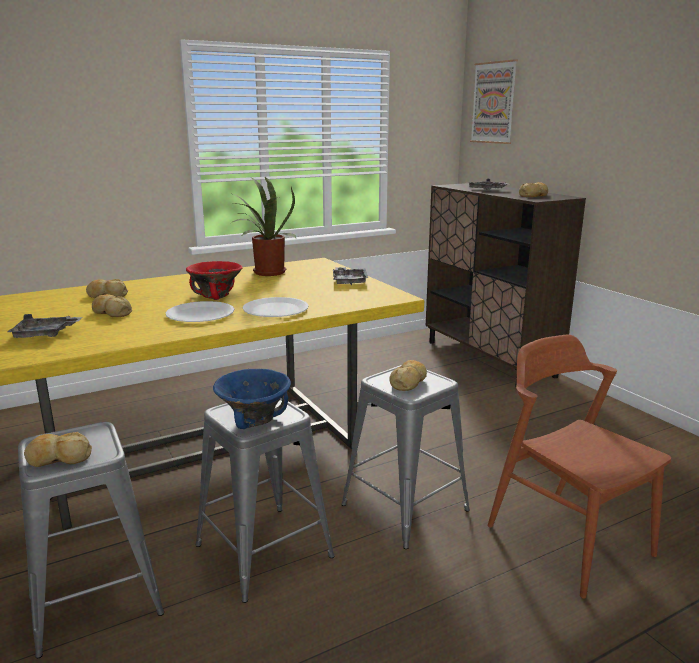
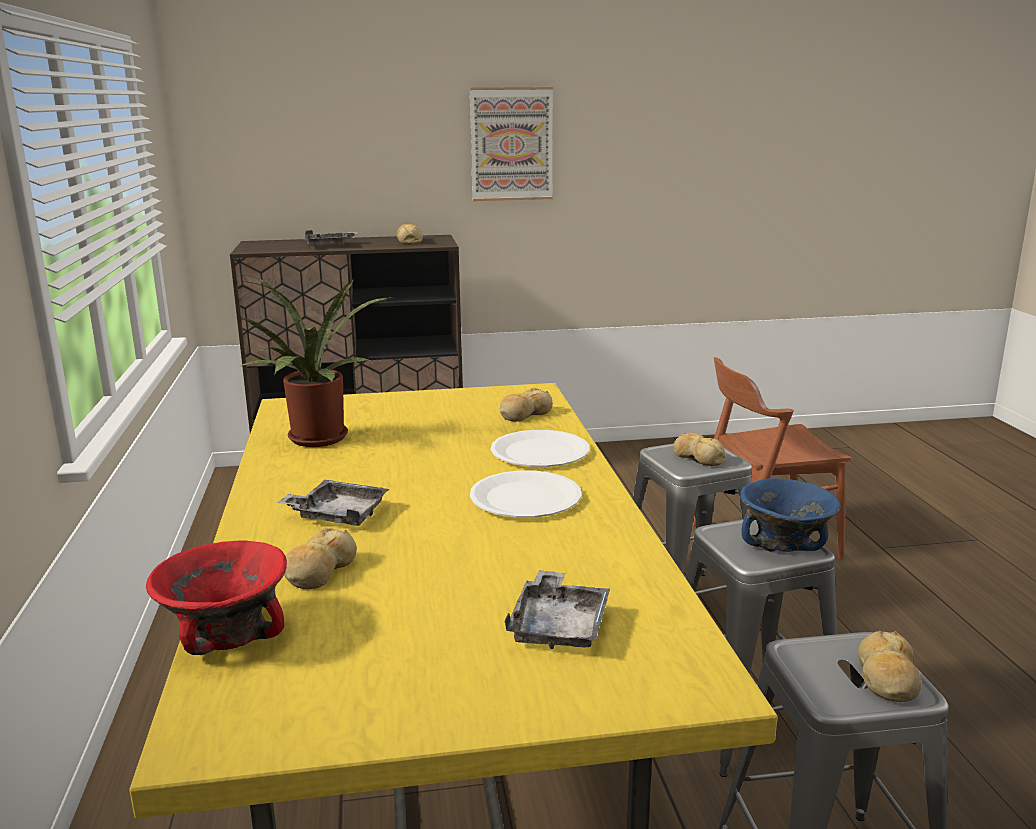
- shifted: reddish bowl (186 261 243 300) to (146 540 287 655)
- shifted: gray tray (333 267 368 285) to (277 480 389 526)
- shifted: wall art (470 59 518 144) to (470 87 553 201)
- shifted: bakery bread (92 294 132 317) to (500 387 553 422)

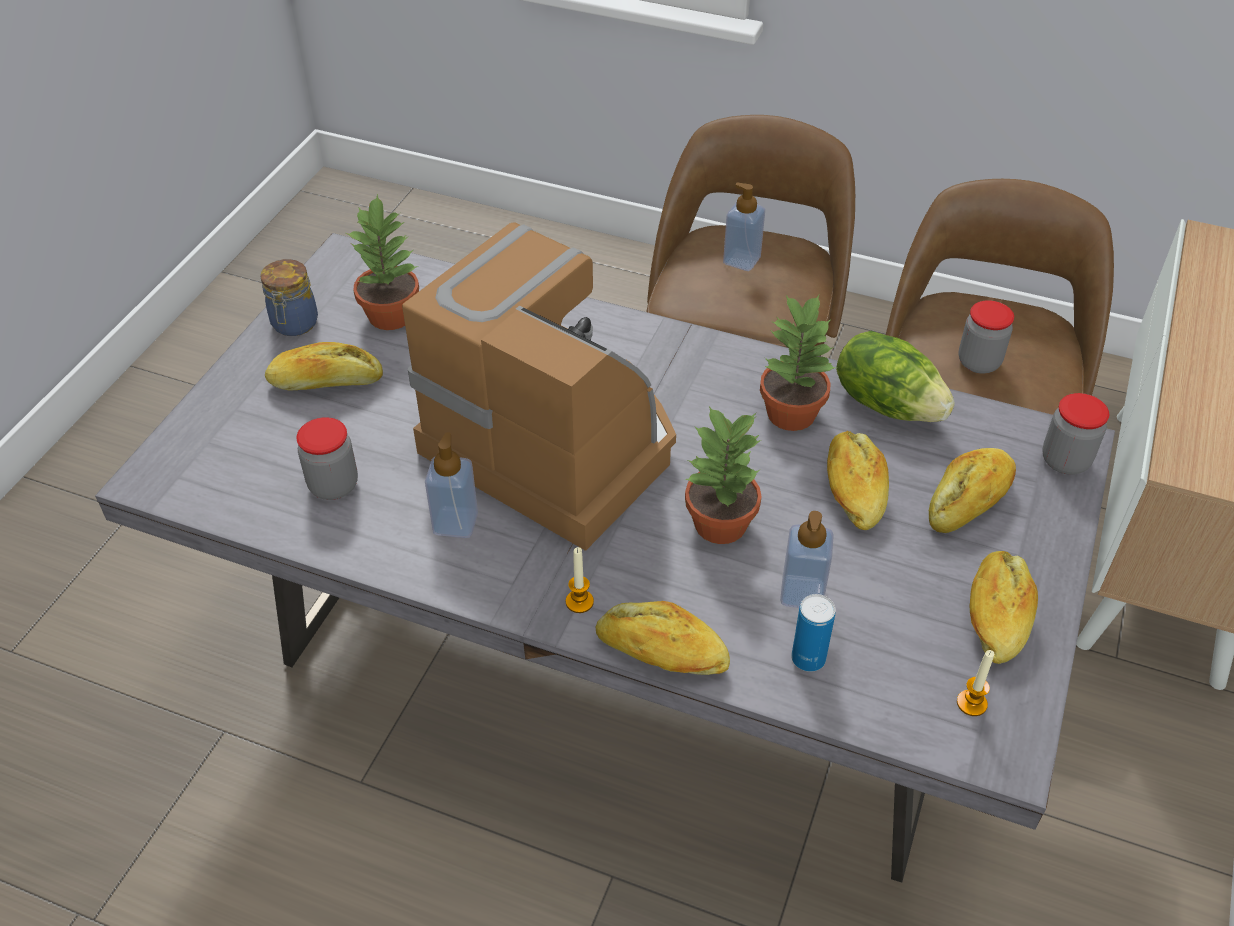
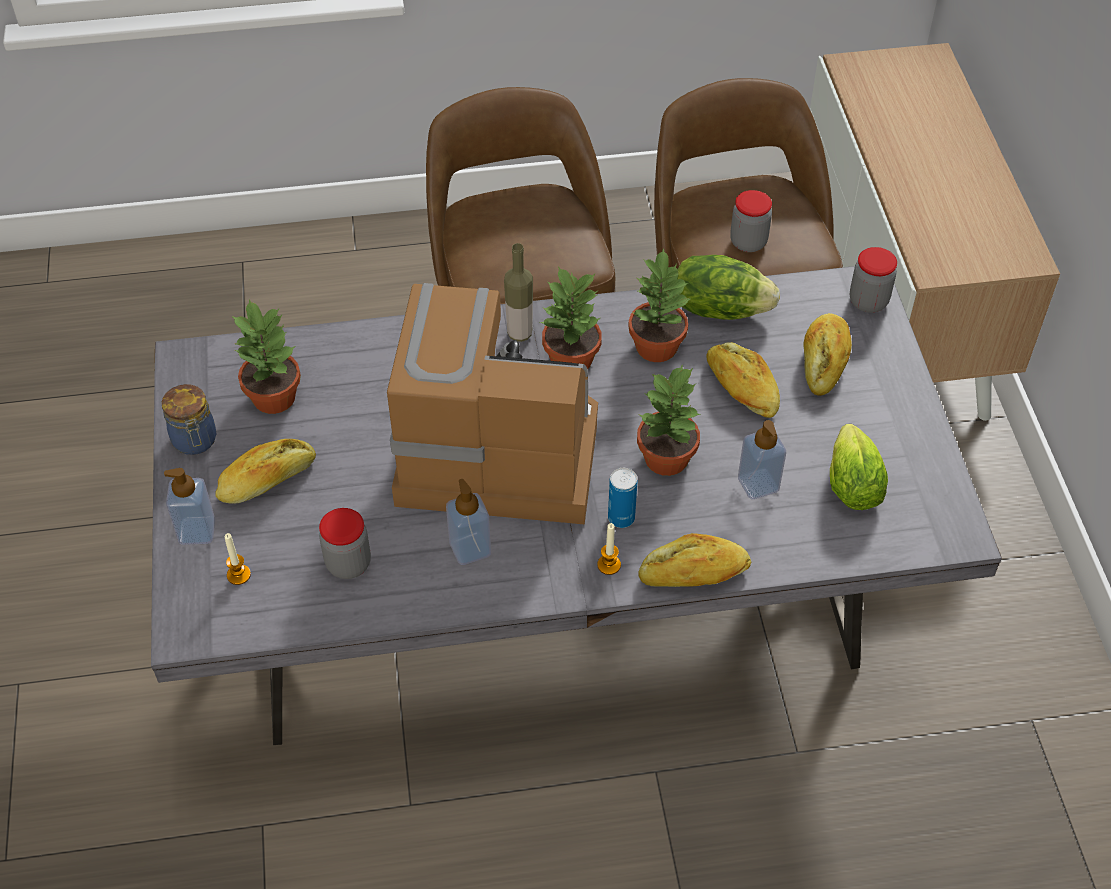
- shifted: soap dispenser (723 182 765 271) to (164 468 215 545)
- shifted: wax light (957 650 994 716) to (225 533 251 585)
- new: drink bottle (504 243 533 342)
- new: potted plant (540 266 602 370)
- shifted: can (791 594 836 672) to (608 468 637 528)
- new: head of lettuce (830 424 888 510)
- gone: bakery bread (969 551 1038 664)

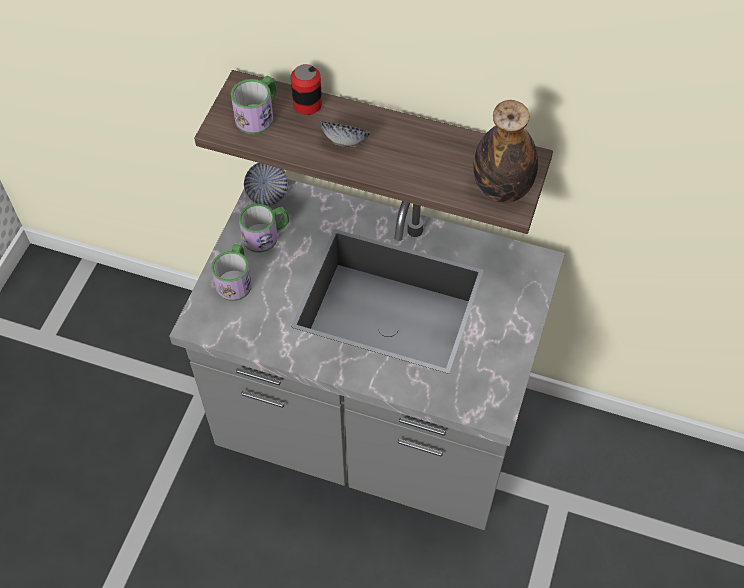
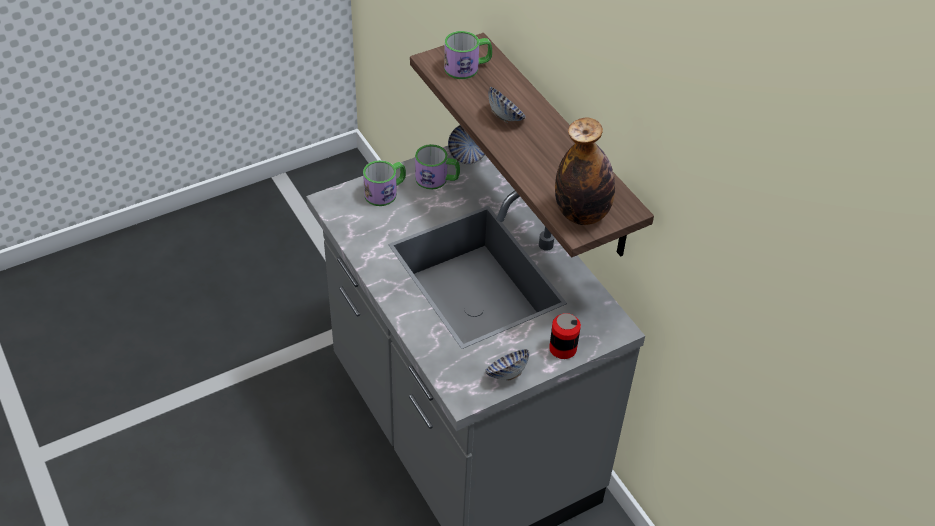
- new: bowl (485 349 529 381)
- shifted: can (291 64 322 115) to (549 313 581 359)

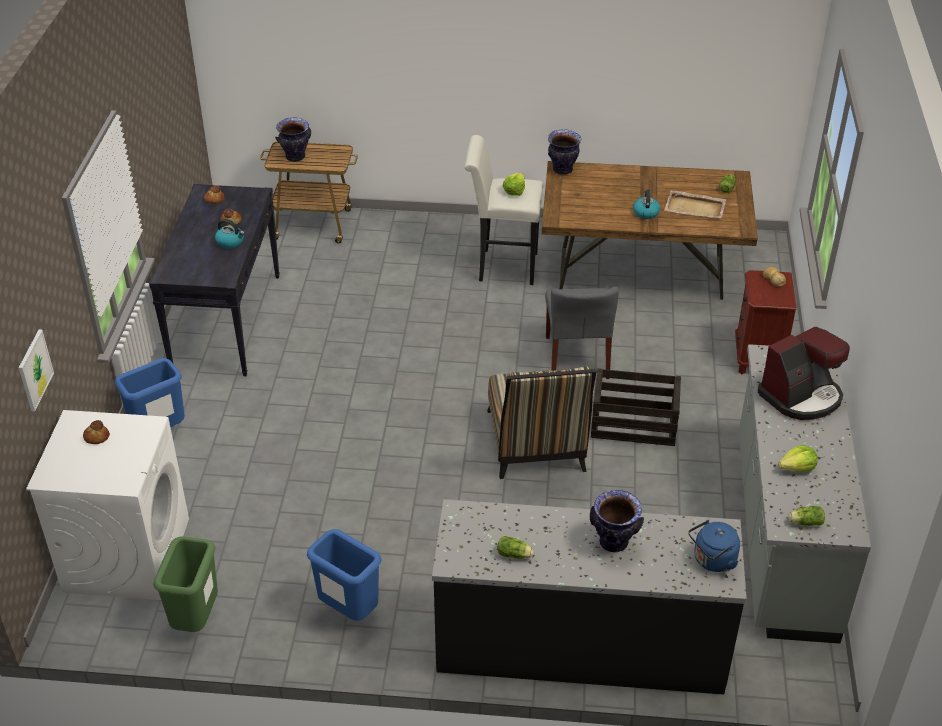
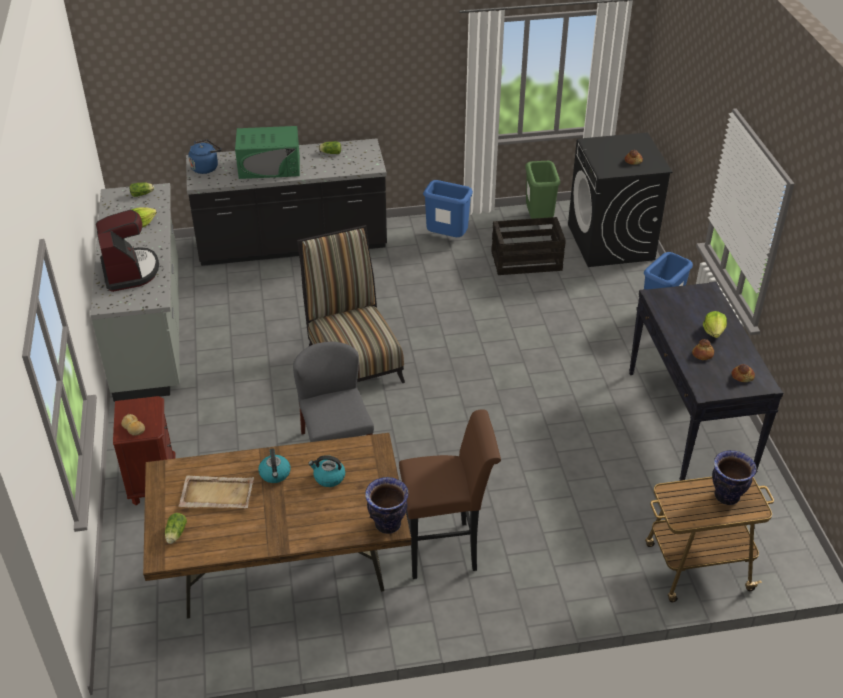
- rotated: coffee machine (758 327 850 420) = (96 210 159 292) 120 degrees clockwise
- swapped: vase (590 490 644 552) to green-coloured microwave (235 126 300 179)
- shifted: kettle (215 219 245 249) to (308 455 345 487)
- repainted: white stool (465 135 543 285) to brown-coloured stool (399 409 501 579)
- shifted: packing crate (591 368 681 446) to (491 217 566 275)
- repainted: white laundry machine (26 410 189 600) to blackish laundry machine (568 132 673 267)
- shifted: head of lettuce (503 173 525 196) to (703 311 727 338)
- gone: wall art (19 330 54 411)

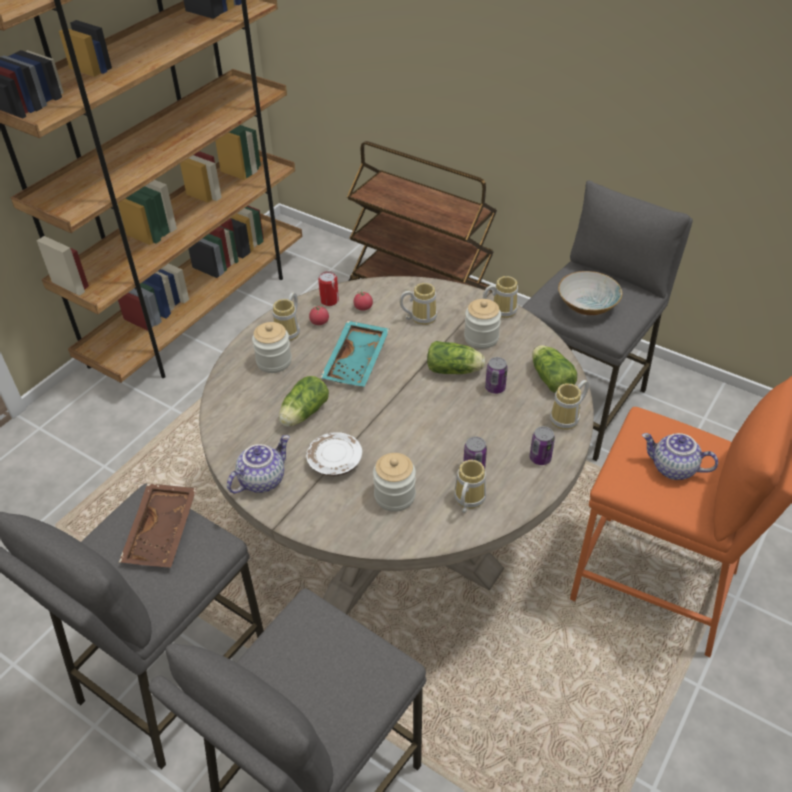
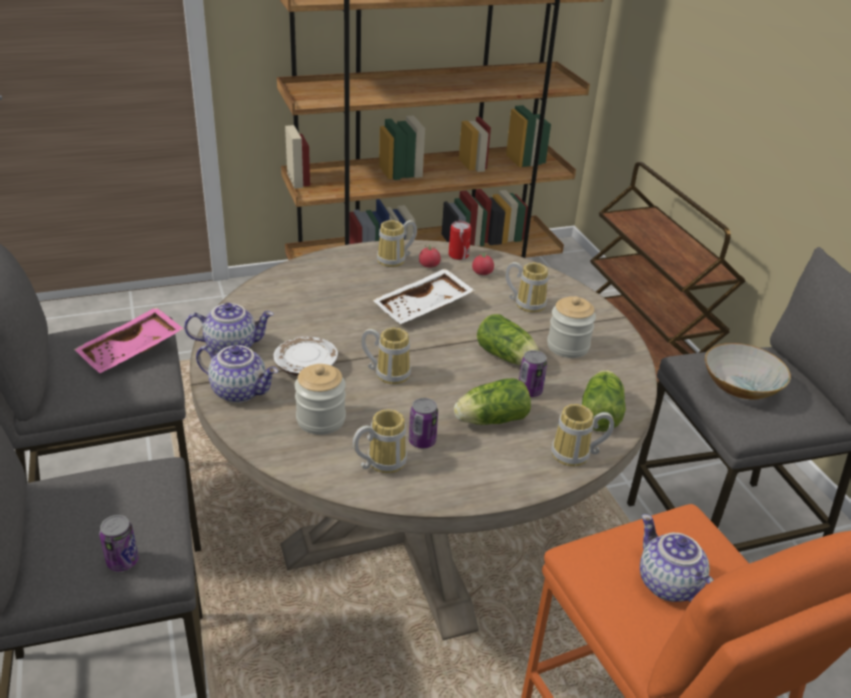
- repainted: brown-coloured tray (119 483 197 568) to pink-coloured tray (74 307 183 373)
- shifted: can (530 426 555 465) to (99 515 139 571)
- new: tea pot (196 345 278 403)
- shifted: tea mug (483 276 518 318) to (361 328 411 384)
- repainted: turquoise tray (320 321 389 387) to white tray (372 269 475 324)
- shifted: head of lettuce (279 376 329 427) to (454 378 531 425)
- gone: preserve jar (252 322 292 373)

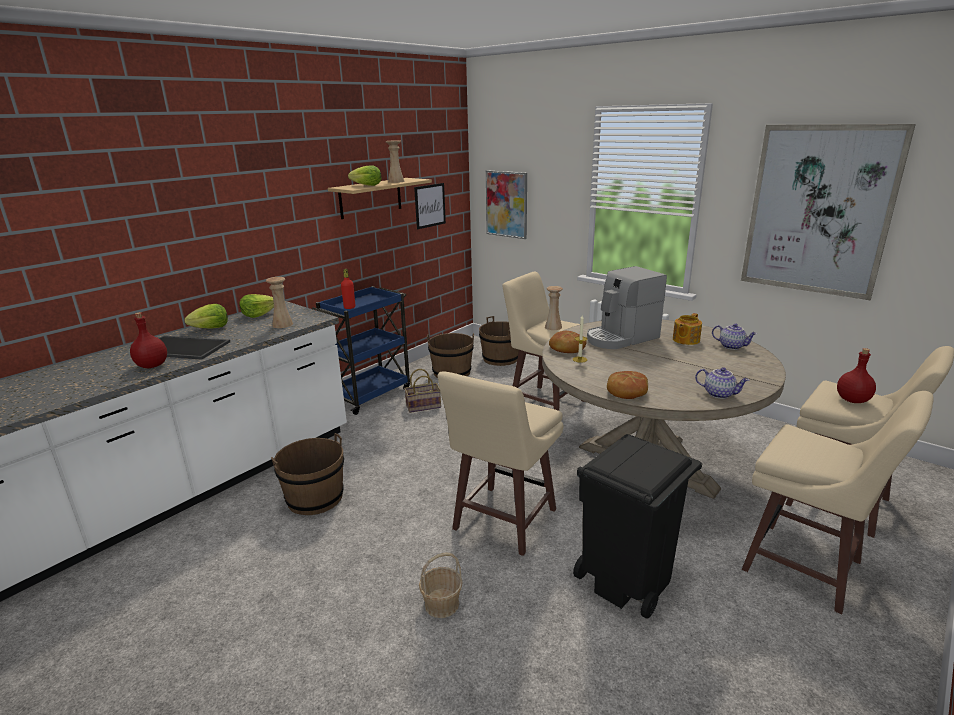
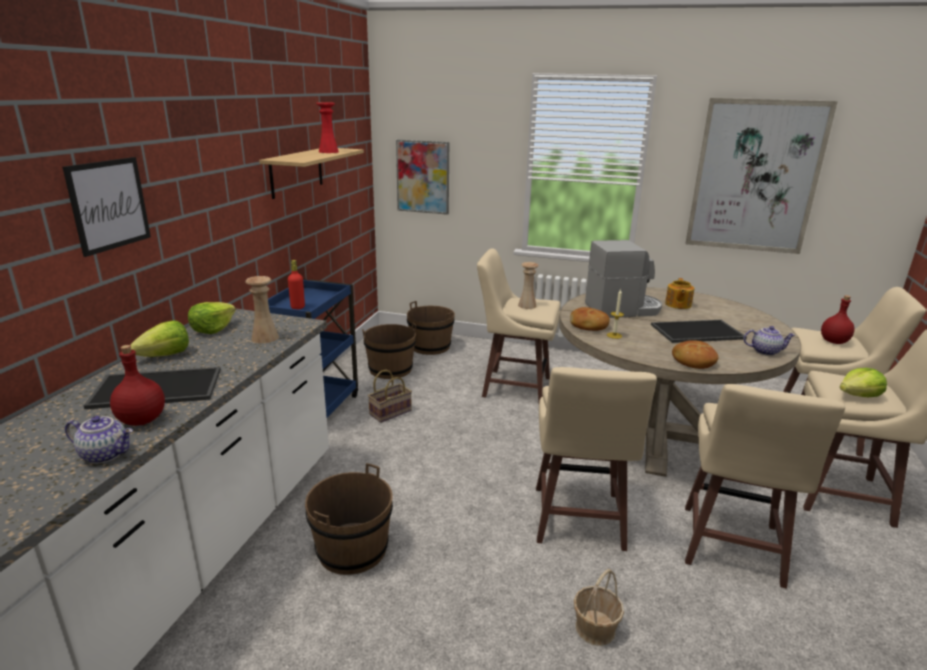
- shifted: wall art (414 183 446 229) to (63 157 151 257)
- shifted: tea pot (712 323 757 350) to (65 416 133 464)
- repainted: sand-coloured vase (386 140 404 183) to reddish vase (316 102 339 153)
- rotated: coffee machine (587 266 667 349) = (585 240 662 318) 135 degrees counterclockwise
- new: tray (651 320 747 343)
- swapped: blackish waste bin (573 434 702 619) to sand-coloured stool (685 384 845 589)
- shifted: head of lettuce (348 166 381 186) to (840 368 887 397)

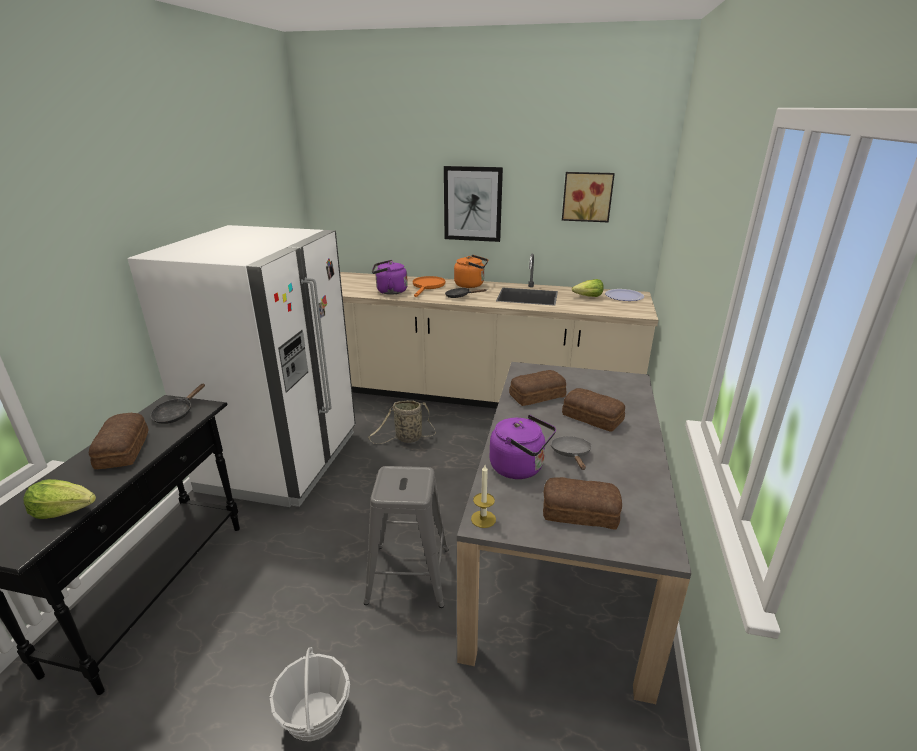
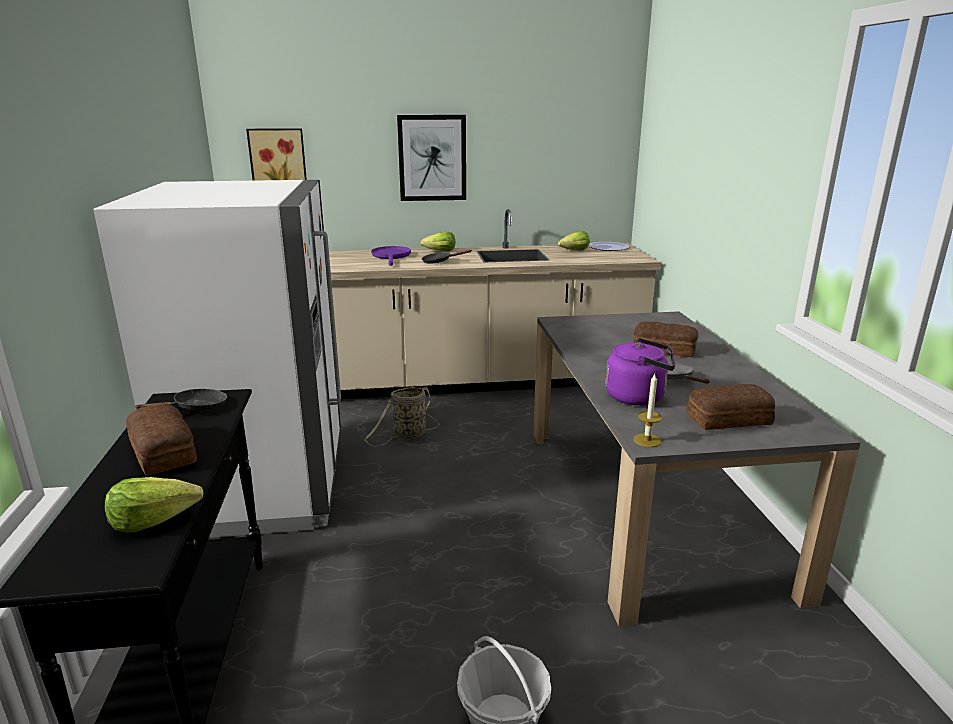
- rotated: blackish skillet (150 383 205 424) = (134 389 227 411) 135 degrees counterclockwise
- shifted: wall art (562 172 615 222) to (246 128 307 181)
- repainted: orange skillet (413 276 445 297) to purple-coloured skillet (371 246 411 266)
- swapped: orange kettle (454 255 488 288) to head of lettuce (420 232 455 251)
- gone: gray stool (364 466 449 608)
- gone: purple-coloured kettle (372 260 408 295)
- gone: bakery bread (509 370 567 406)

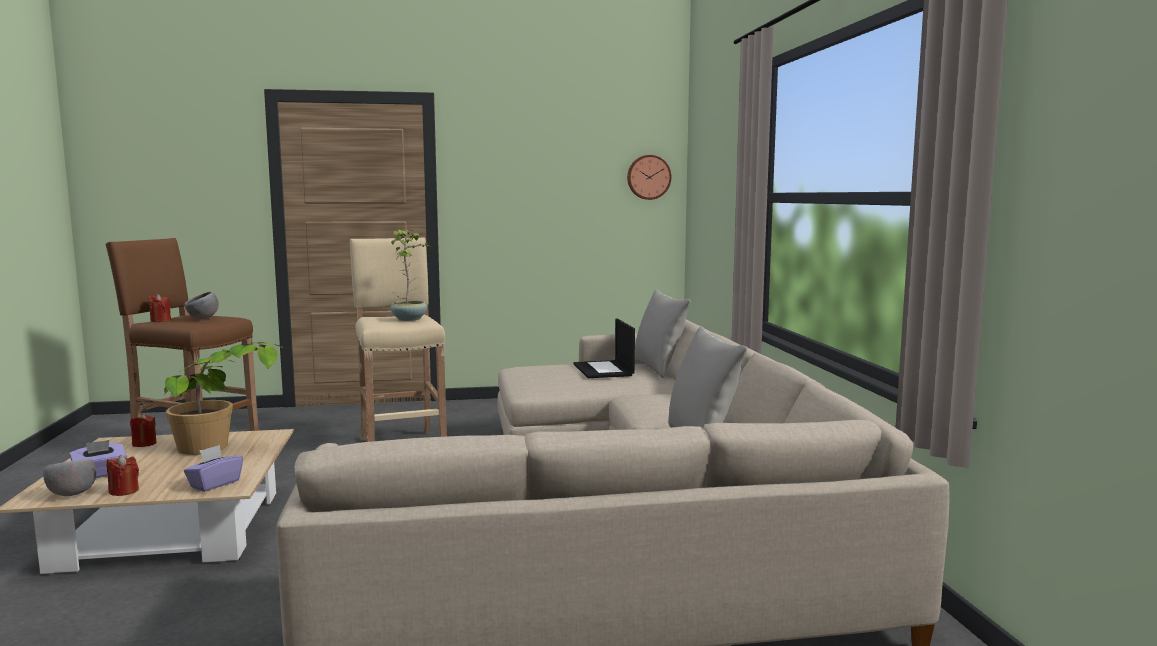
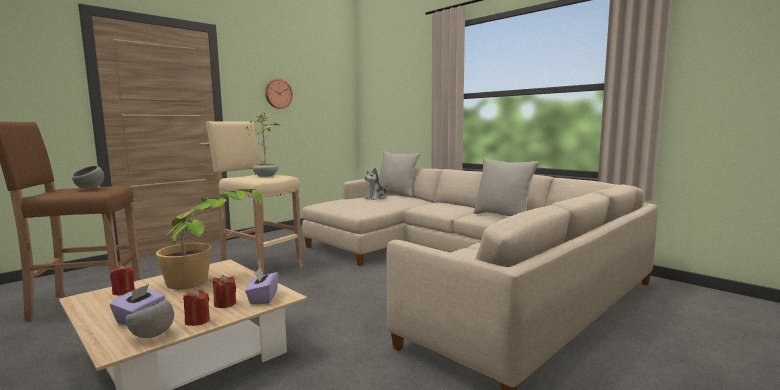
- shifted: reddish wax light (149 294 171 322) to (213 275 236 308)
- shifted: clock on the wall (627 155 671 200) to (265 79 293 109)
- swapped: notebook computer (574 318 635 378) to cuddly toy (364 168 387 200)

